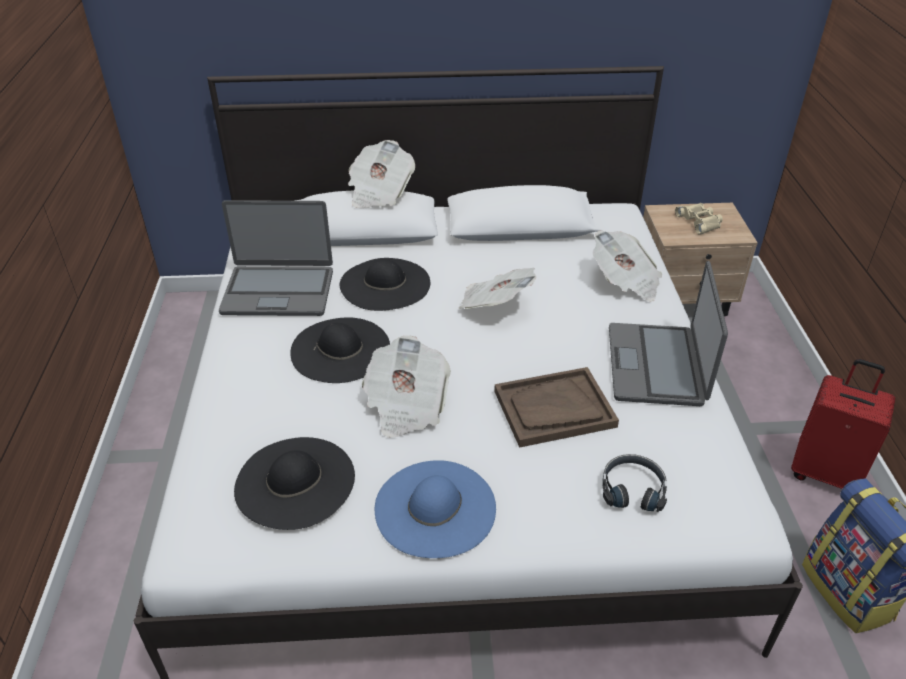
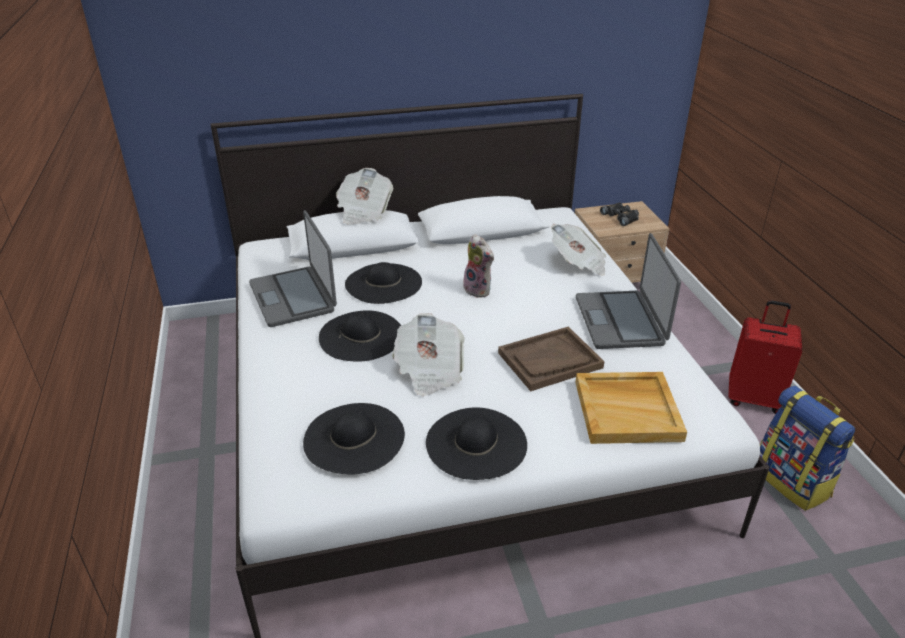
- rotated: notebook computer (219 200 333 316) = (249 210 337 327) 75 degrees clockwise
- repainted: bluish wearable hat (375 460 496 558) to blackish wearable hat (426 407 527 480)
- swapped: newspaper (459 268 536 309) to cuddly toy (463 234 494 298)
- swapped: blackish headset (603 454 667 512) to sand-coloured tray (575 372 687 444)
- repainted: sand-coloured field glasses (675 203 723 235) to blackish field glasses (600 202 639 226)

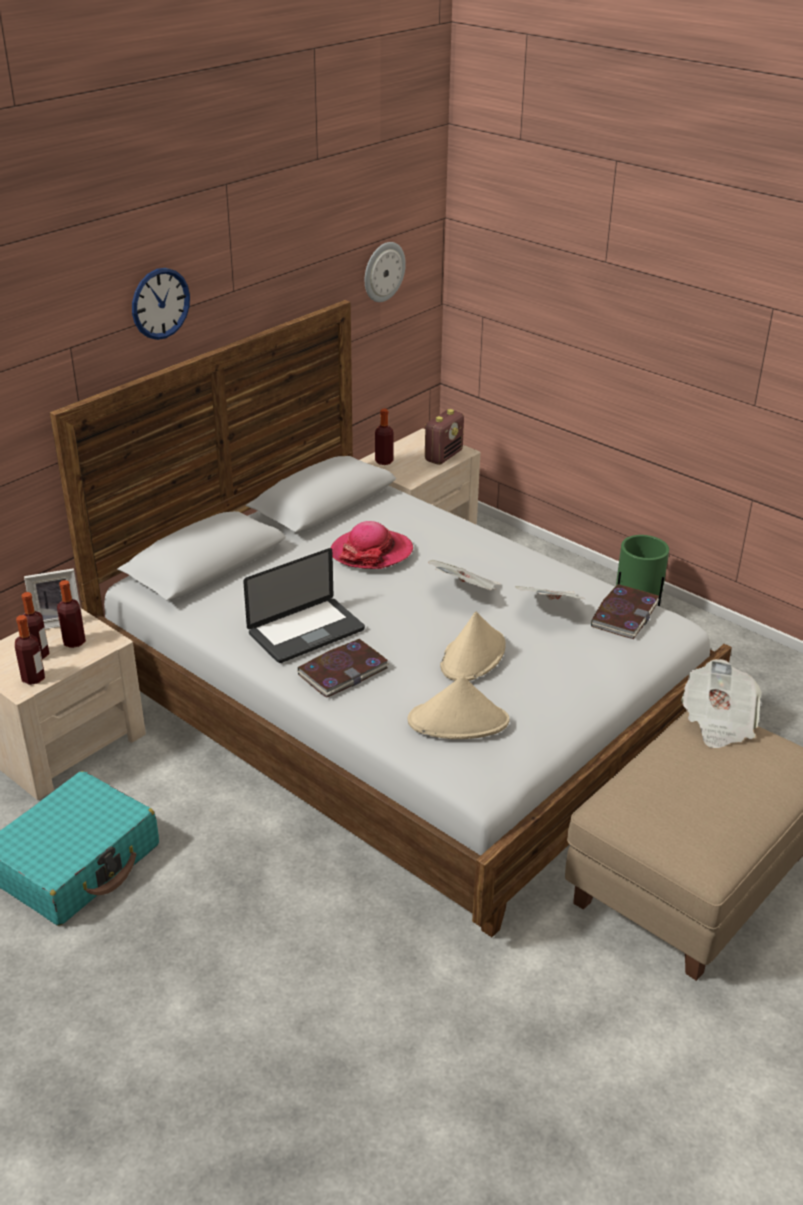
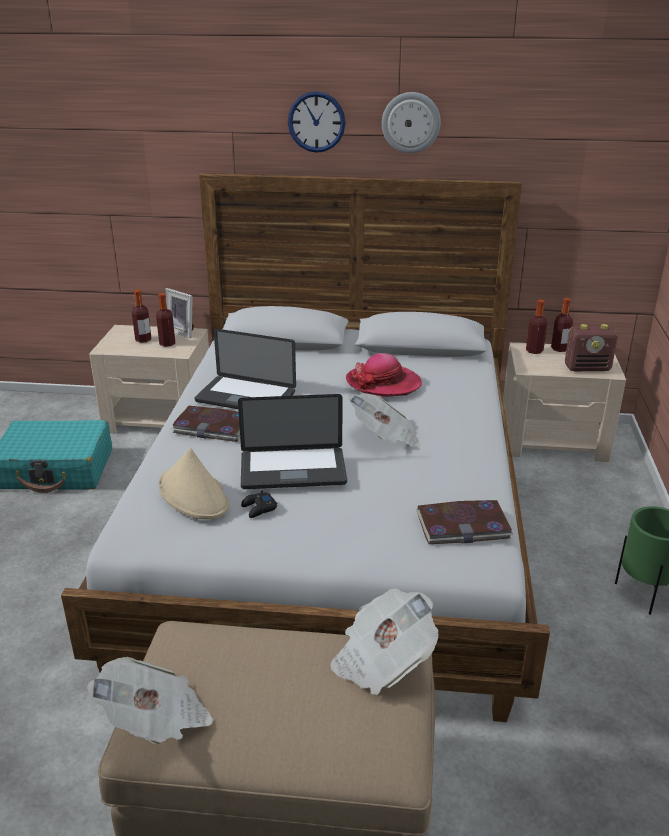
- shifted: newspaper (515 586 586 600) to (87 657 214 744)
- swapped: sand-coloured wearable hat (440 612 506 681) to notebook computer (238 394 347 489)
- new: blackish gamepad (241 490 277 518)
- shifted: clock on the wall (365 242 406 302) to (382 92 441 153)
- shifted: drink bottle (15 615 45 685) to (551 298 573 352)

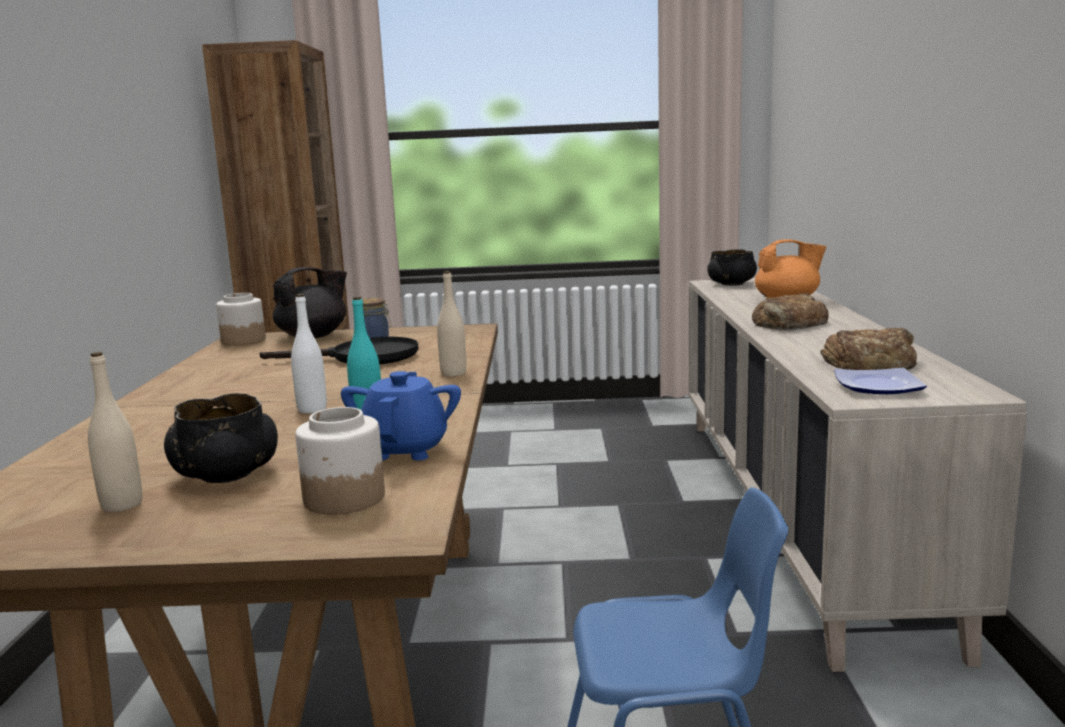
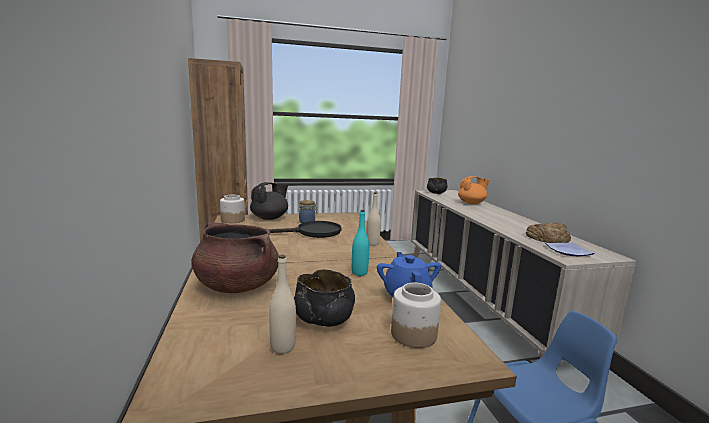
- new: brown-coloured cooking pot (191 222 279 293)
- gone: white drink bottle (291 294 327 414)
- gone: bakery bread (752 293 829 330)

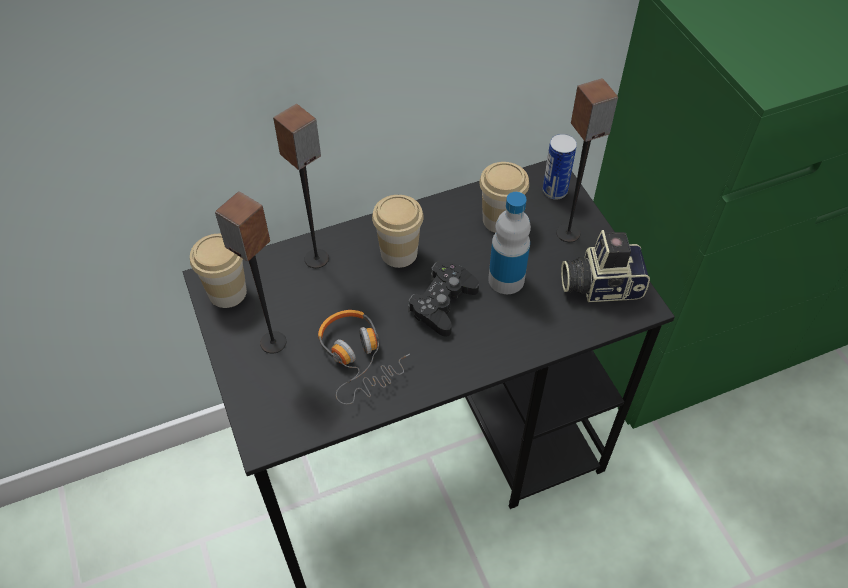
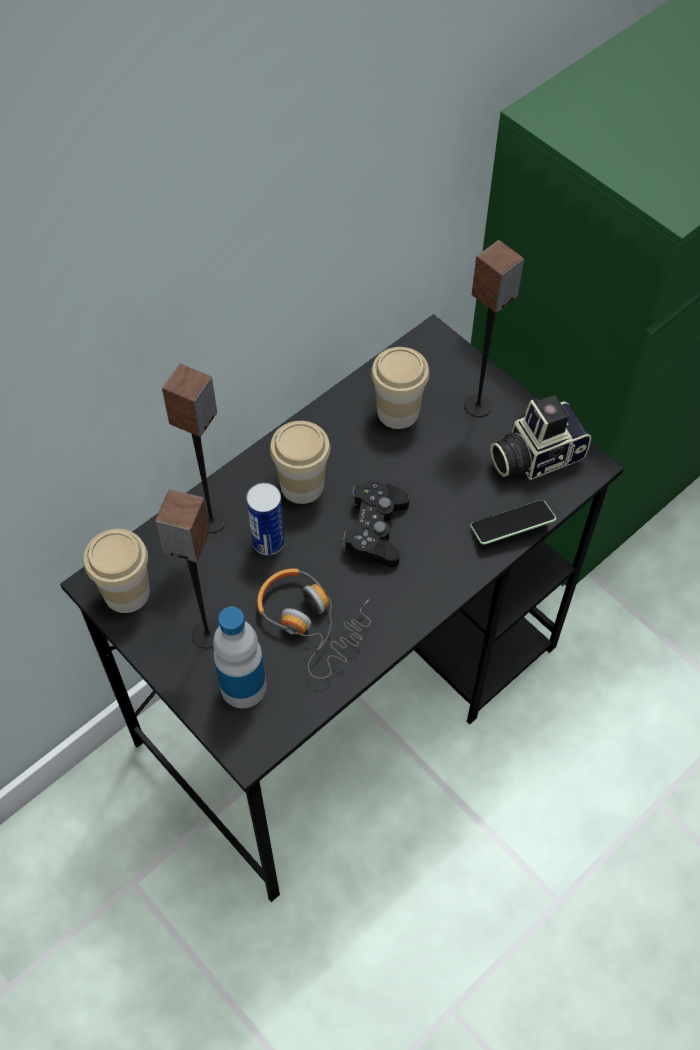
- shifted: drink bottle (488 192 531 294) to (213 607 267 708)
- shifted: can (543 134 577 200) to (246 483 285 556)
- new: phone (470 500 556 545)

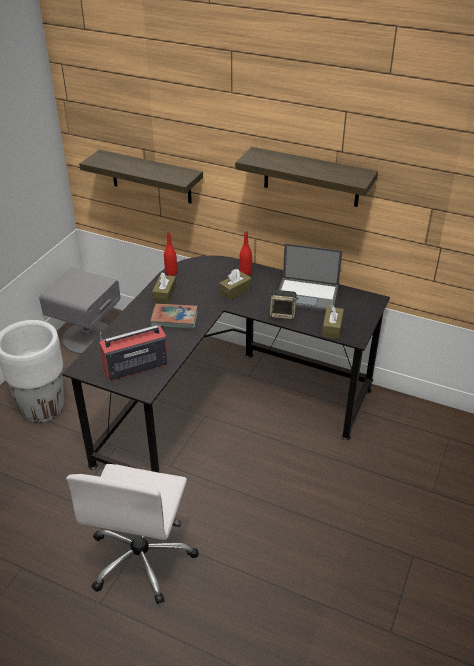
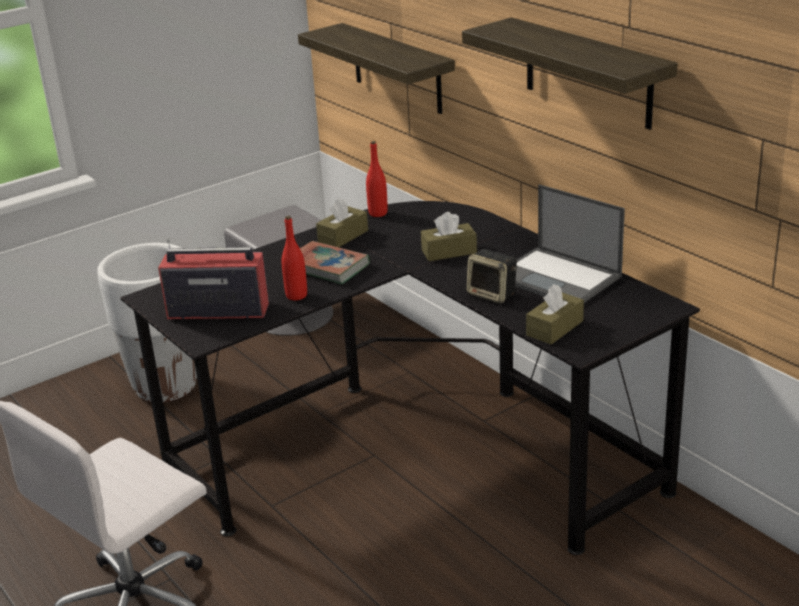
- shifted: reddish drink bottle (240 231 252 275) to (281 216 307 300)

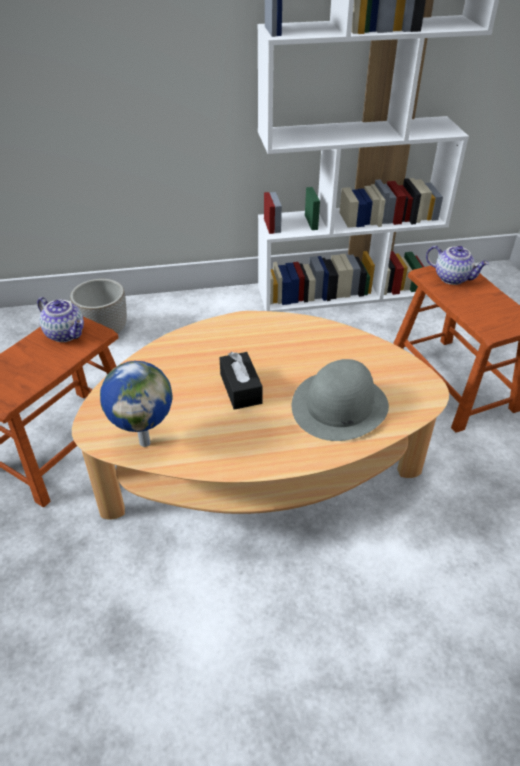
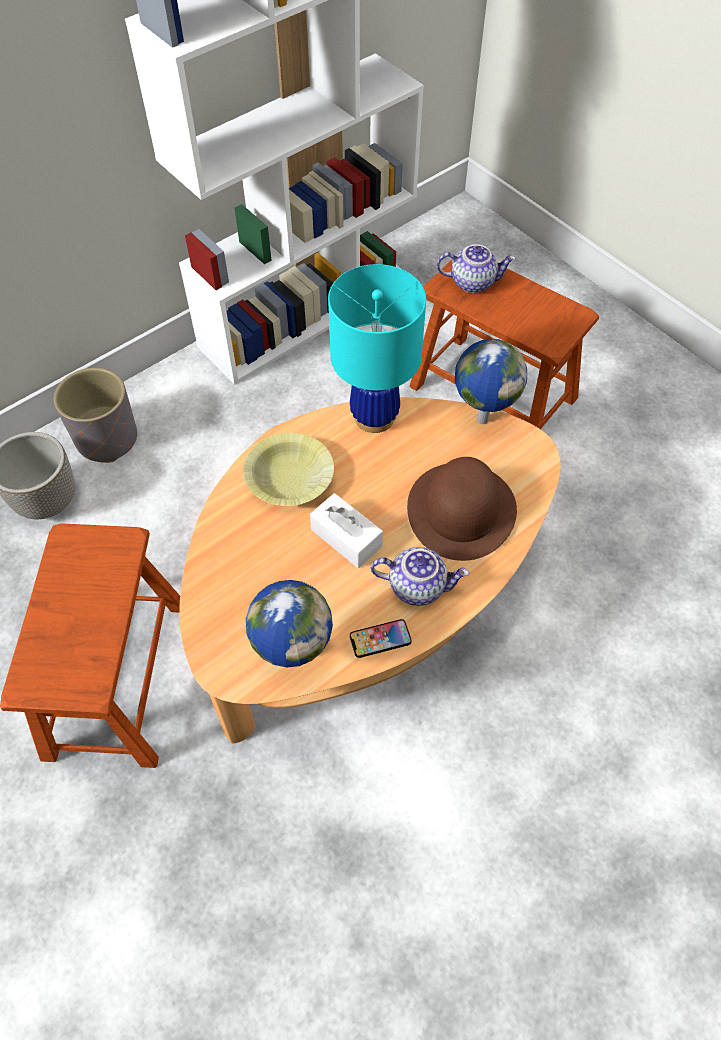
- new: gray planter (54 368 137 463)
- new: yellow-coloured bowl (243 433 334 506)
- repainted: blackish box of tissues (219 352 263 410) to white box of tissues (310 493 383 568)
- new: turquoise table lamp (328 264 426 433)
- new: phone (350 619 412 658)
- shifted: tea pot (37 297 84 342) to (371 547 469 606)
- repainted: gray wearable hat (292 359 389 441) to brown-coloured wearable hat (407 457 517 561)
- new: world globe (455 339 527 424)

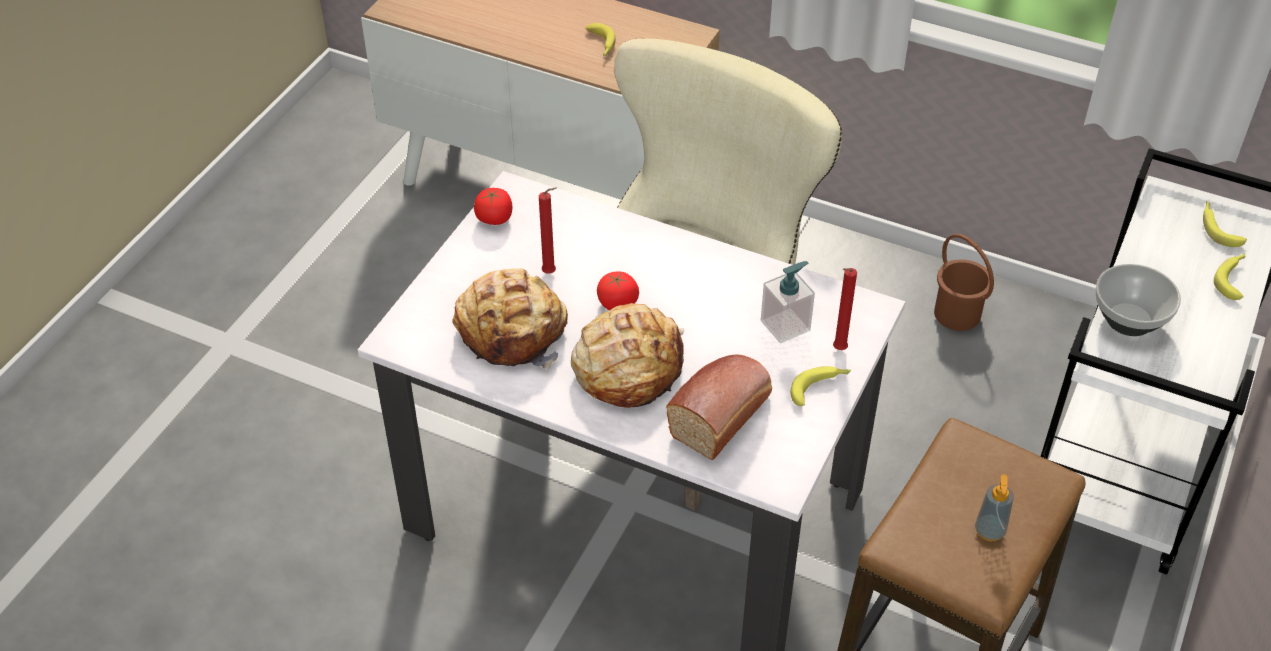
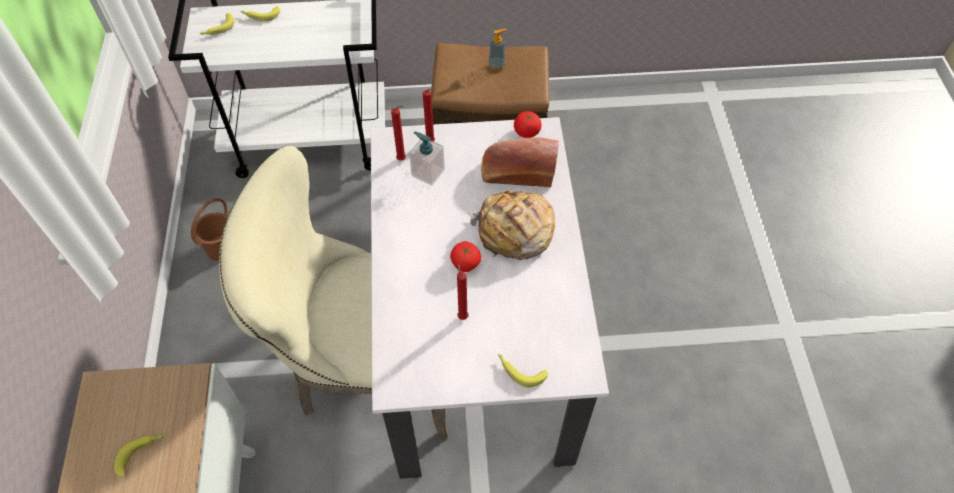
- new: reddish wax light (391 106 406 161)
- shifted: whole banana (791 366 851 406) to (498 354 548 387)
- shifted: whole tomato (474 188 513 225) to (514 111 542 138)
- gone: bakery bread (452 268 568 369)
- gone: bowl (1095 264 1181 336)

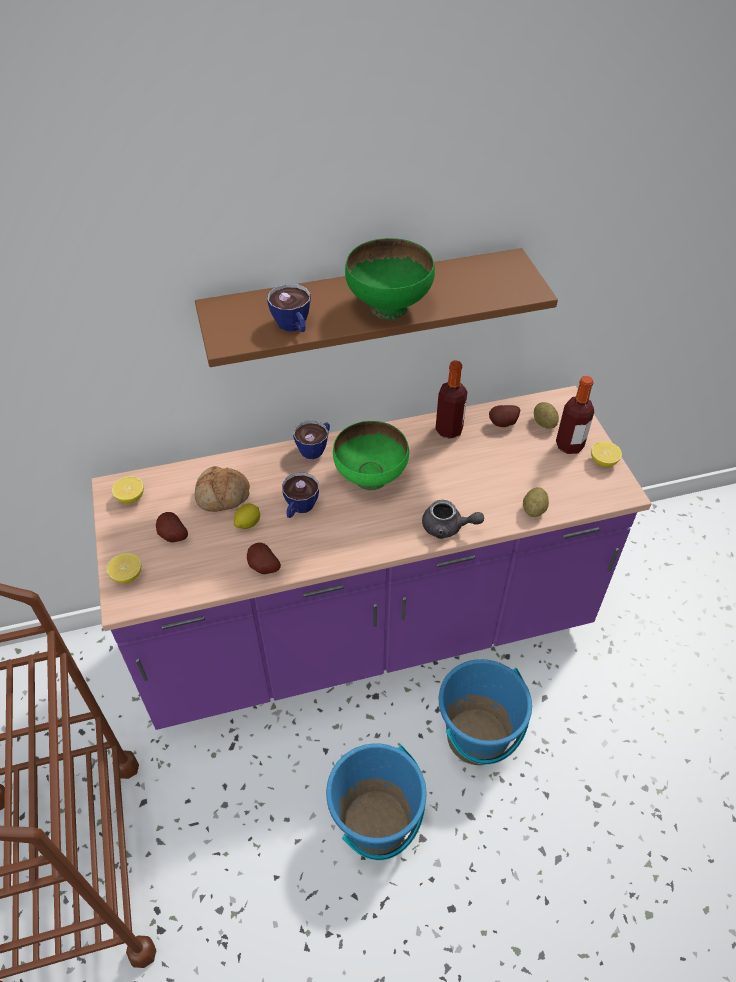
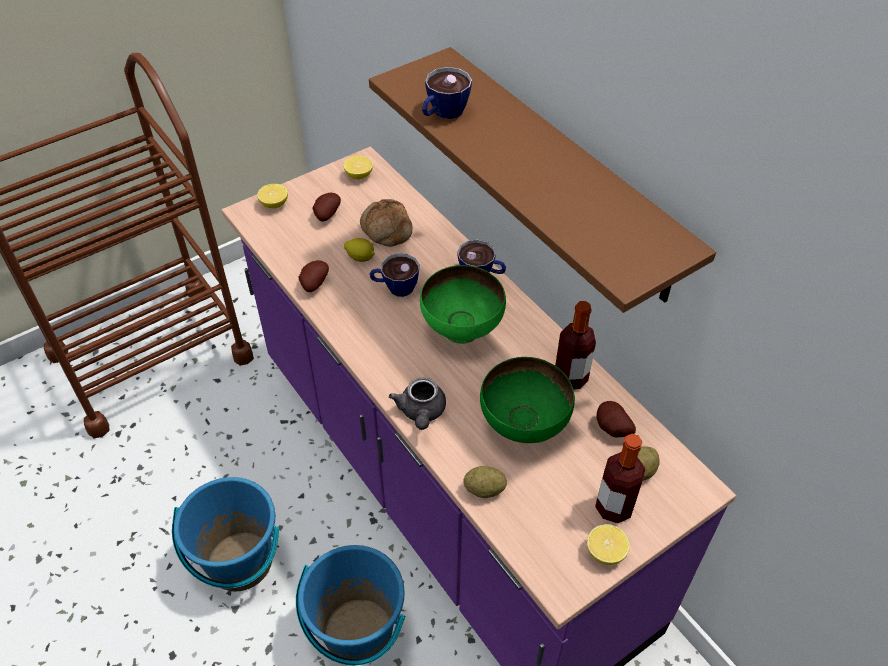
- shifted: green-coloured bowl (345 238 435 320) to (480 357 575 443)

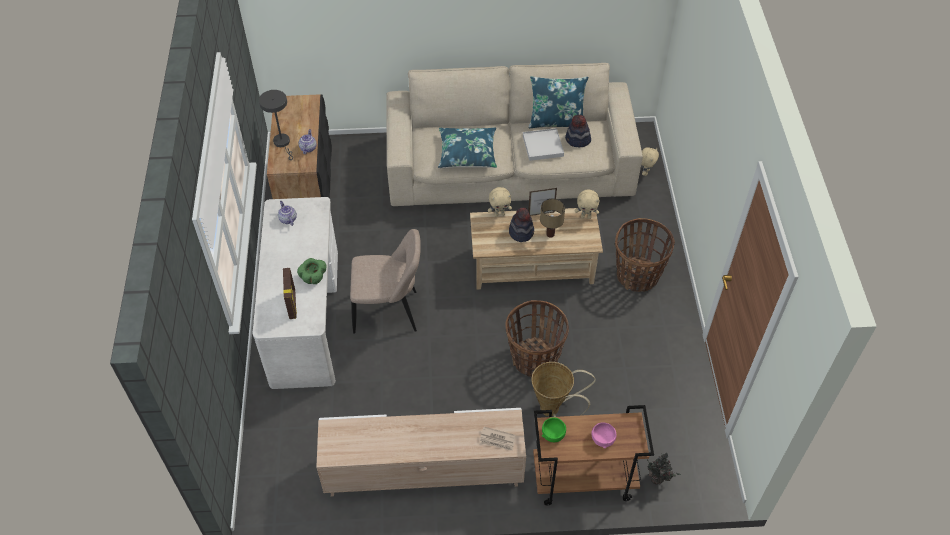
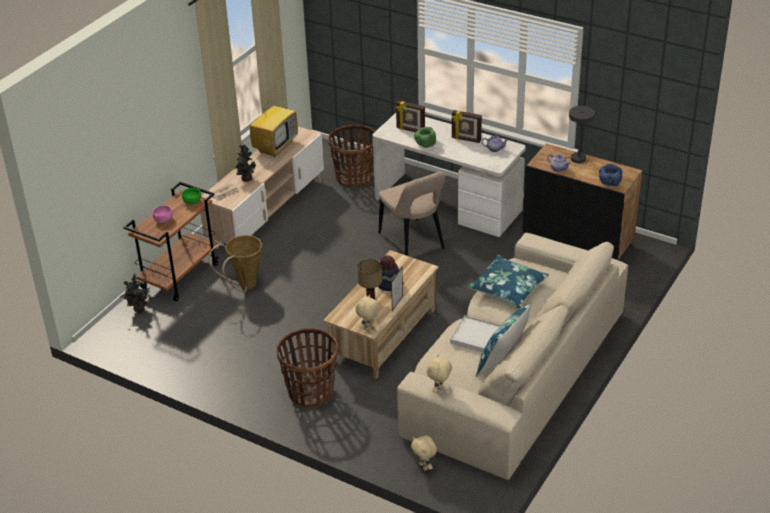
- new: potted plant (235 144 256 182)
- new: television (250 88 298 157)
- shifted: storage basket (505 300 569 377) to (328 125 375 188)
- rotated: sand-coloured upright chair (350 229 421 334) = (379 171 445 256) 60 degrees counterclockwise
- shifted: sand-coloured cuddly toy (488 187 512 217) to (427 354 452 393)
- new: standing frame (452 110 482 143)
- new: bluish bowl (599 164 622 186)
- gone: wearable hat (565 115 591 147)

